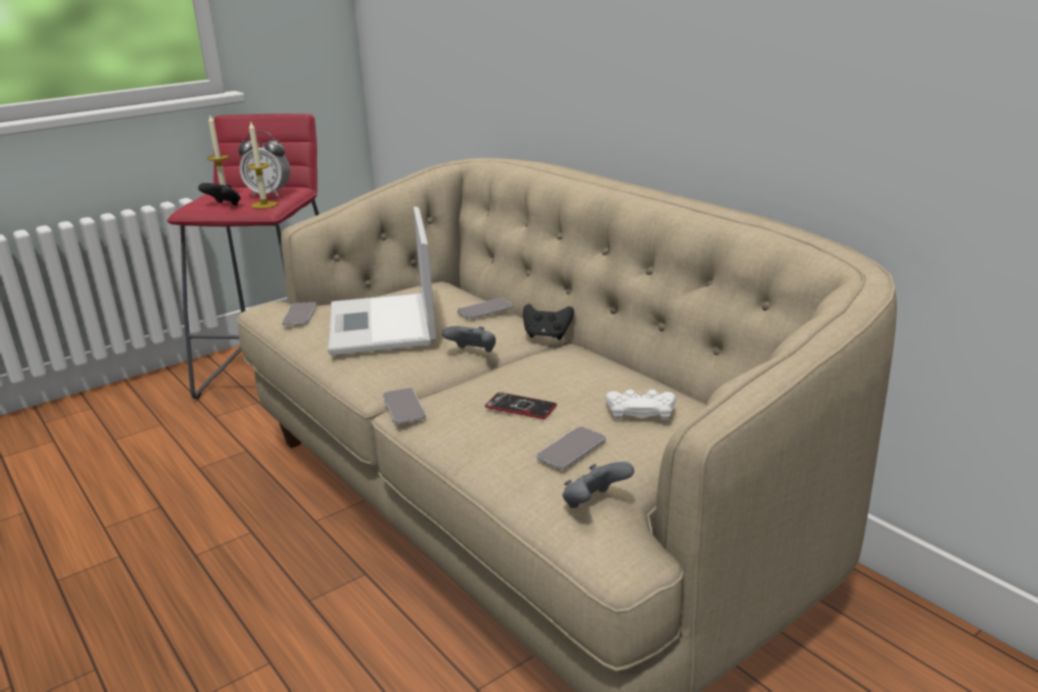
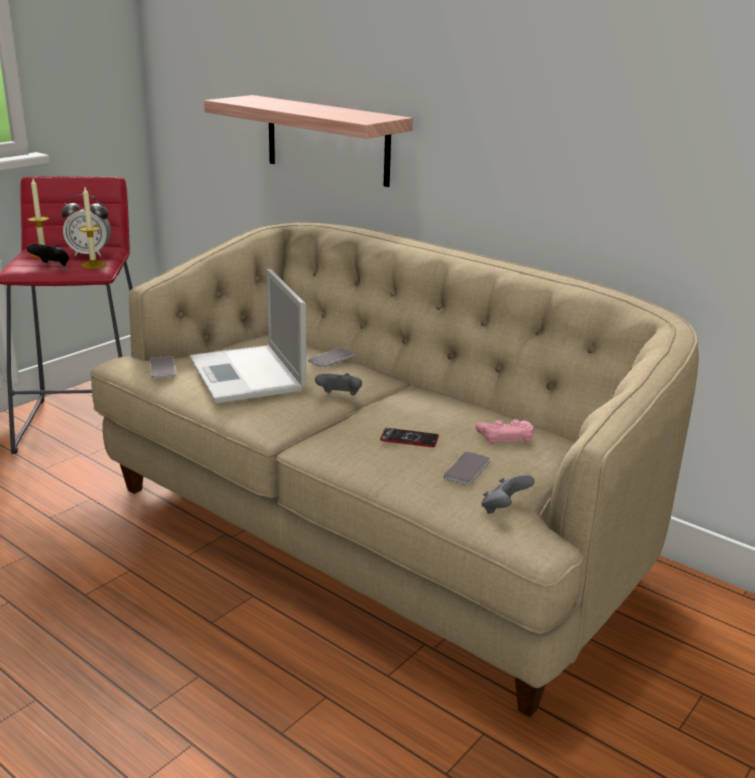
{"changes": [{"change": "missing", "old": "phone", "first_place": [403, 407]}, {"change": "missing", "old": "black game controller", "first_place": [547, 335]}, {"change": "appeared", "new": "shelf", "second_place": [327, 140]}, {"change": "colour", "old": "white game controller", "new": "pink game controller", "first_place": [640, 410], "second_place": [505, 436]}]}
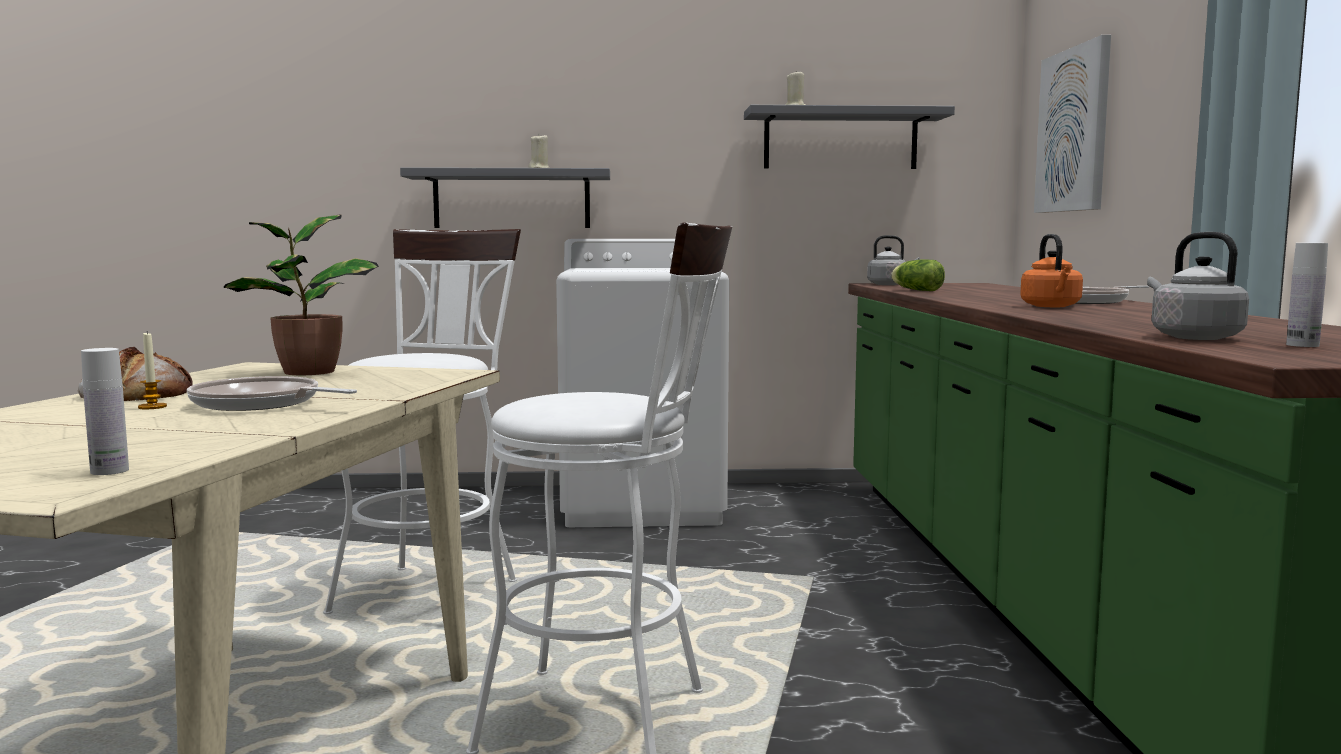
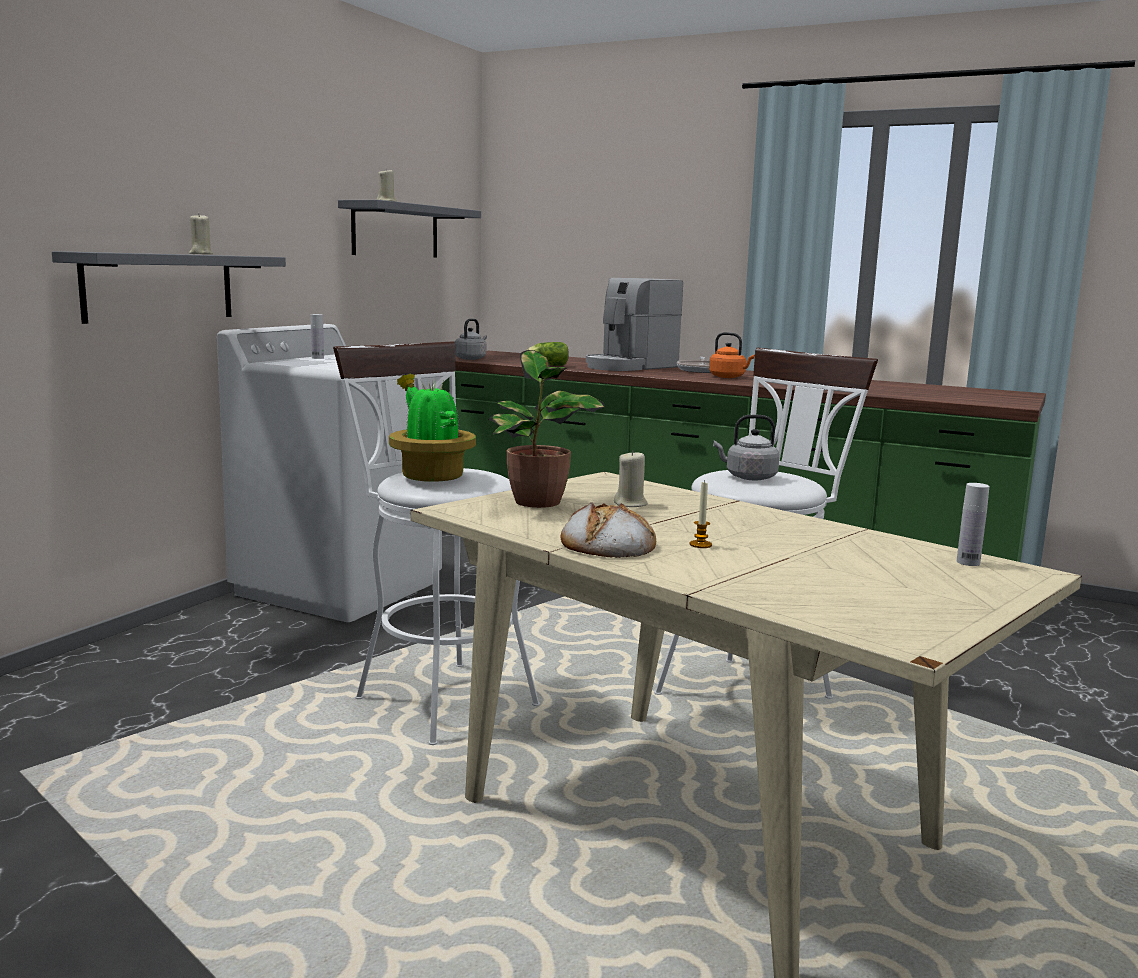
{"changes": [{"change": "missing", "old": "frying pan", "first_place": [261, 404]}, {"change": "missing", "old": "picture", "first_place": [1074, 130]}, {"change": "appeared", "new": "potted plant", "second_place": [430, 476]}, {"change": "appeared", "new": "coffee machine", "second_place": [629, 366]}, {"change": "appeared", "new": "beige candle", "second_place": [630, 504]}, {"change": "relocated", "old": "grey kettle", "first_place": [1192, 337], "second_place": [748, 477]}, {"change": "relocated", "old": "white bottle", "first_place": [1302, 345], "second_place": [317, 358]}]}
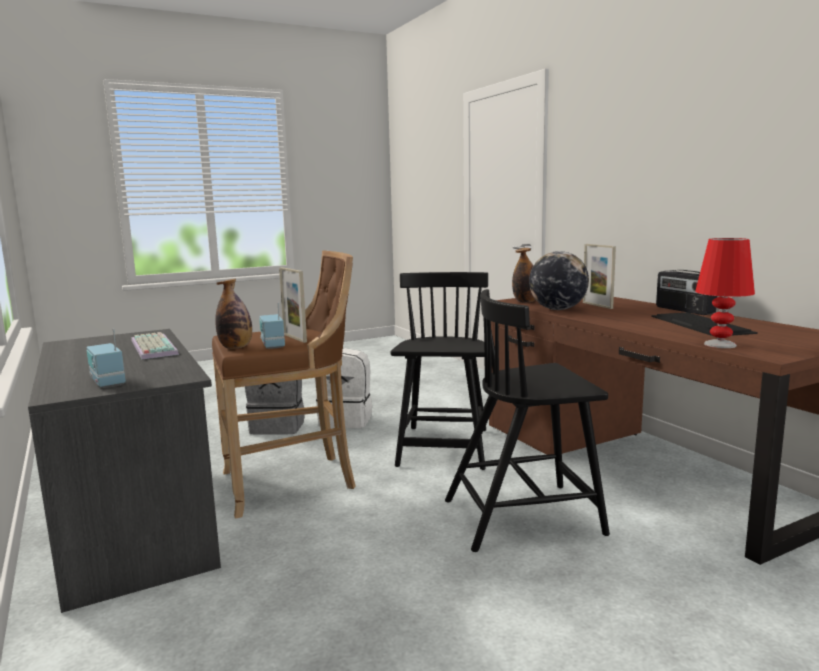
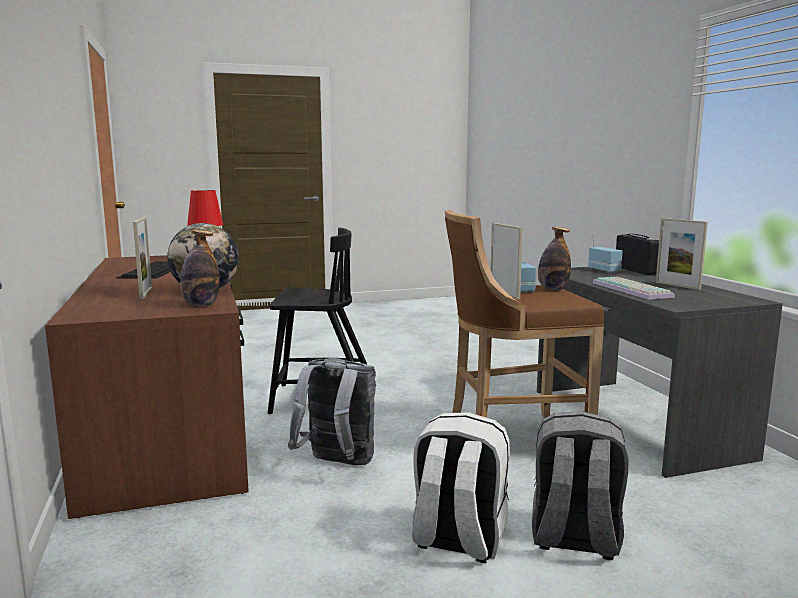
{"changes": [{"change": "appeared", "new": "picture frame", "second_place": [677, 286]}, {"change": "relocated", "old": "radio", "first_place": [684, 310], "second_place": [636, 270]}, {"change": "exchanged", "old": "black chair", "new": "grey backpack", "first_place": [444, 448], "second_place": [337, 464]}]}
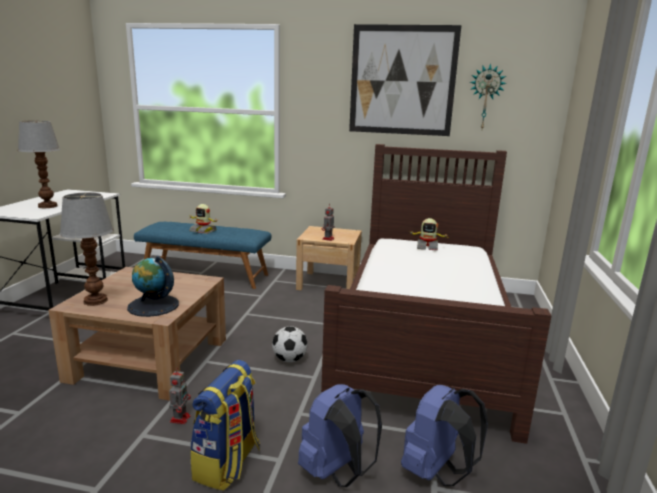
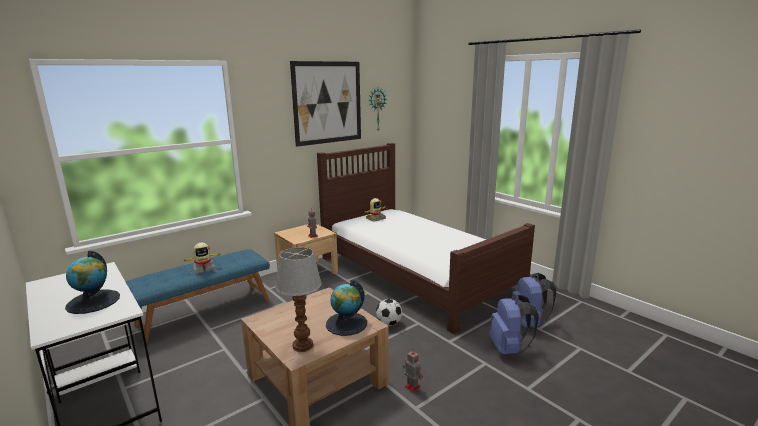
{"changes": [{"change": "missing", "old": "backpack", "first_place": [227, 464]}, {"change": "exchanged", "old": "table lamp", "new": "globe", "first_place": [47, 206], "second_place": [93, 301]}]}
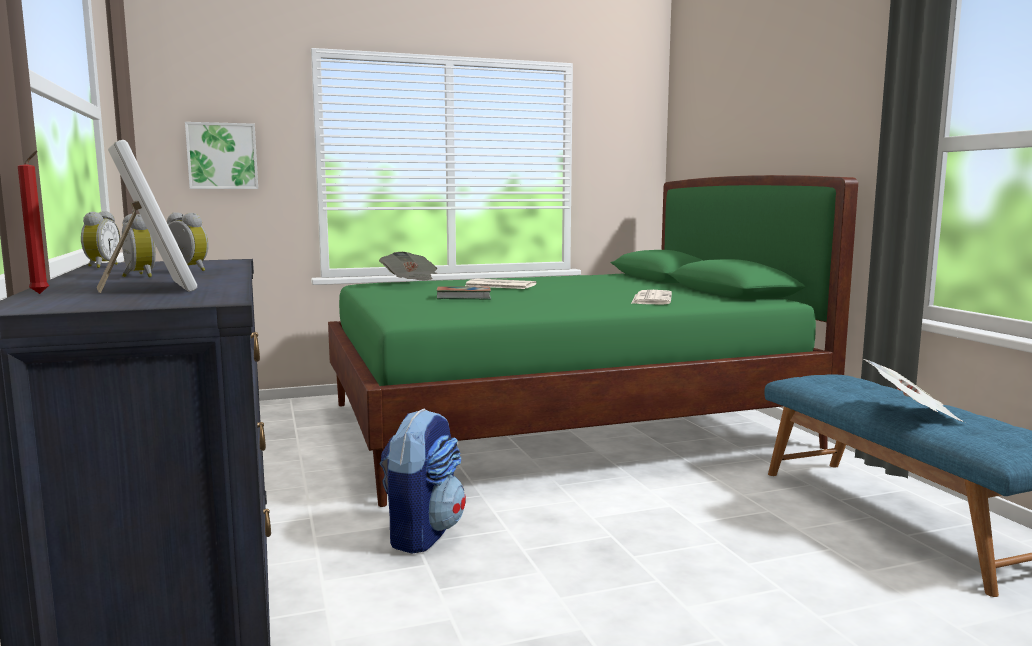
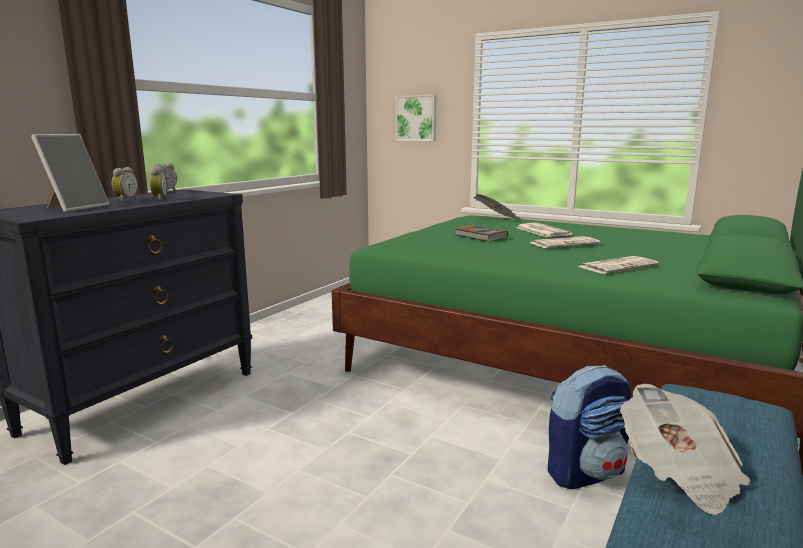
{"changes": [{"change": "missing", "old": "red candle", "first_place": [42, 294]}, {"change": "appeared", "new": "newspaper", "second_place": [564, 243]}, {"change": "relocated", "old": "backpack", "first_place": [422, 533], "second_place": [586, 472]}]}
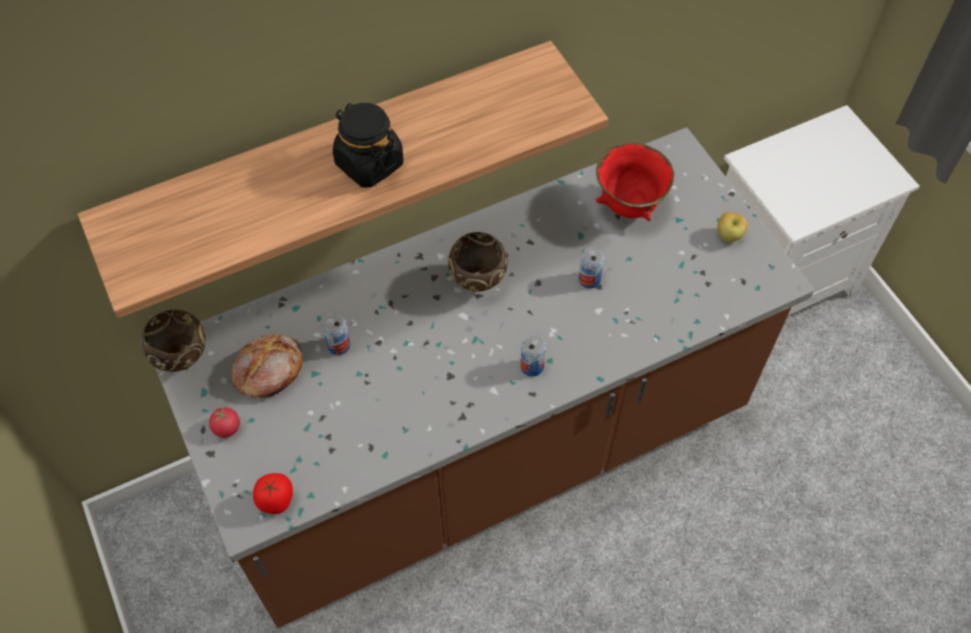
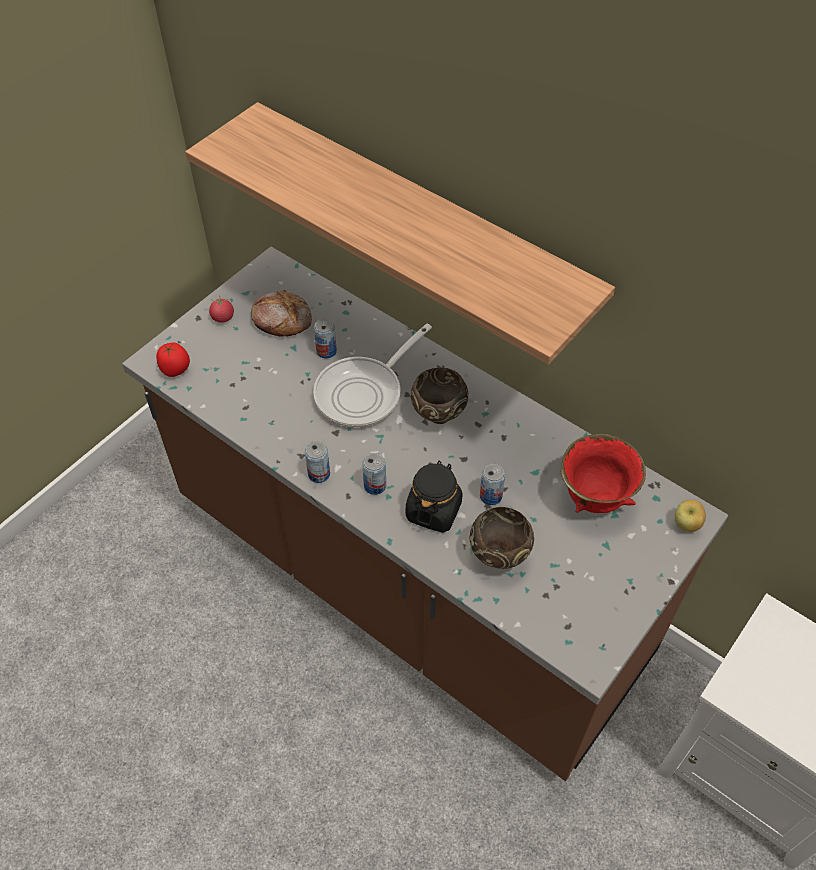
{"changes": [{"change": "appeared", "new": "can", "second_place": [319, 474]}, {"change": "appeared", "new": "frying pan", "second_place": [364, 392]}, {"change": "relocated", "old": "brown bowl", "first_place": [183, 358], "second_place": [499, 556]}, {"change": "relocated", "old": "black jar", "first_place": [369, 163], "second_place": [433, 510]}, {"change": "relocated", "old": "apple", "first_place": [729, 236], "second_place": [686, 525]}]}
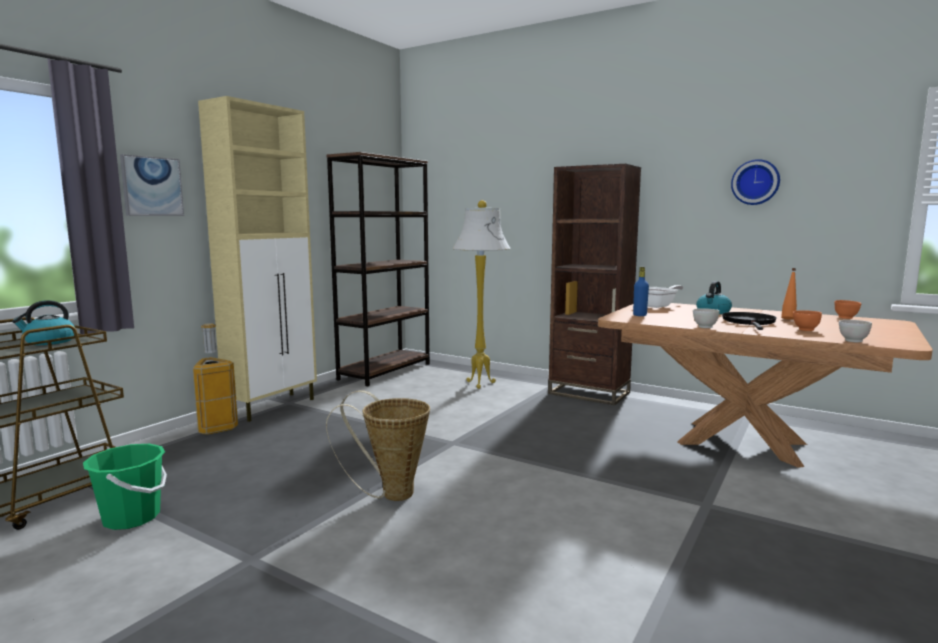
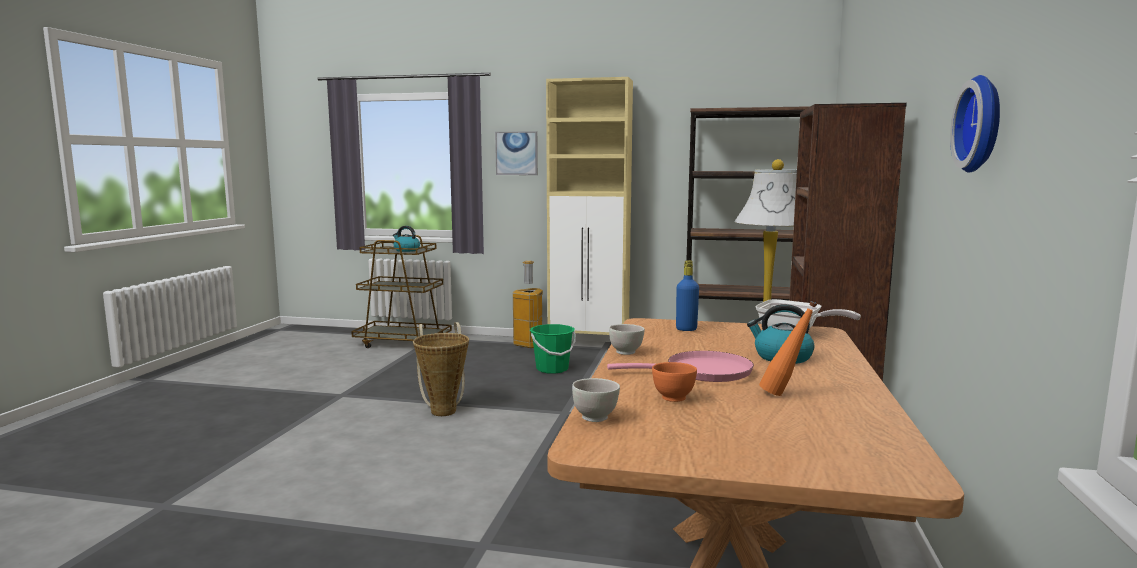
{"changes": [{"change": "missing", "old": "orange bowl", "first_place": [846, 318]}, {"change": "relocated", "old": "green bucket", "first_place": [131, 517], "second_place": [552, 369]}, {"change": "colour", "old": "black frying pan", "new": "pink frying pan", "first_place": [749, 322], "second_place": [703, 372]}]}
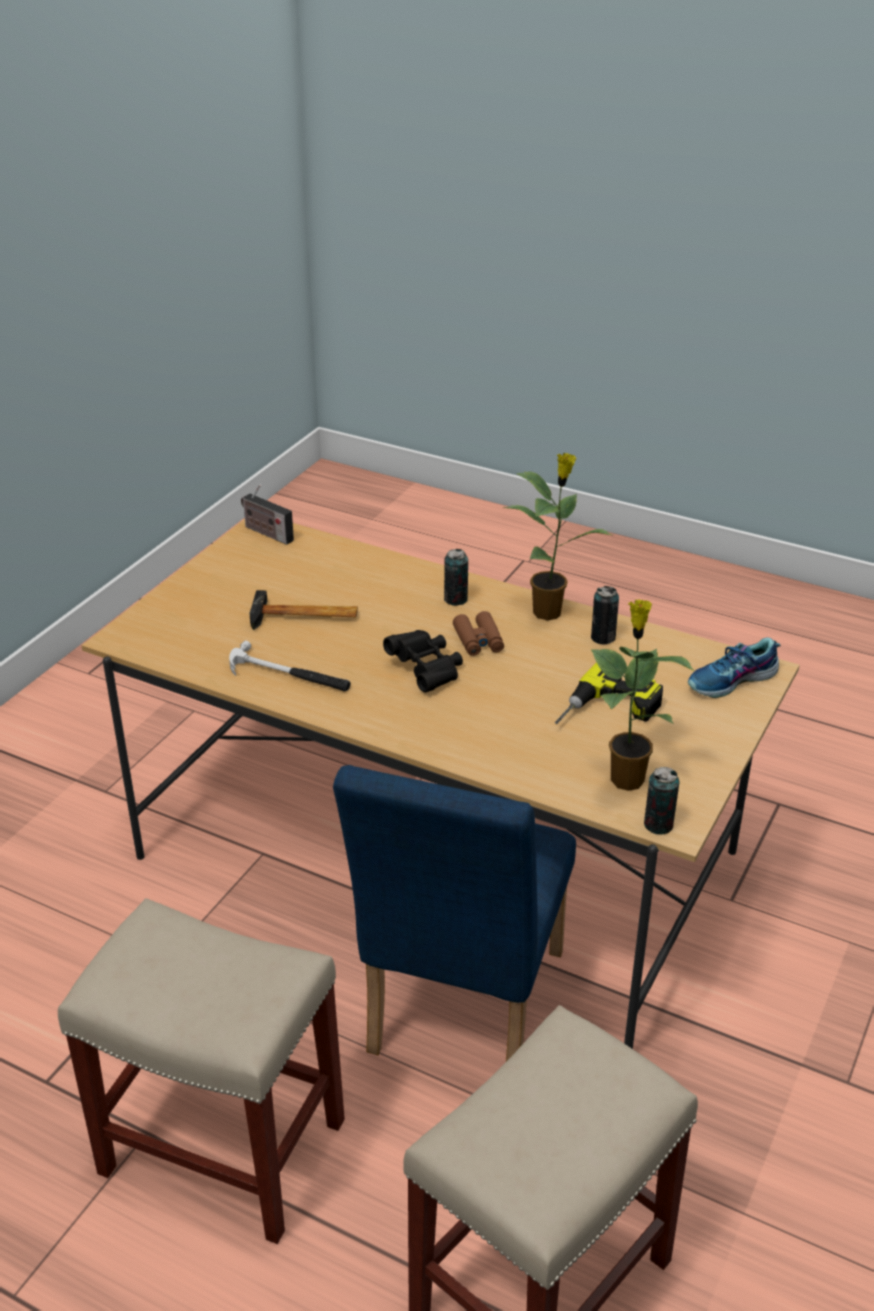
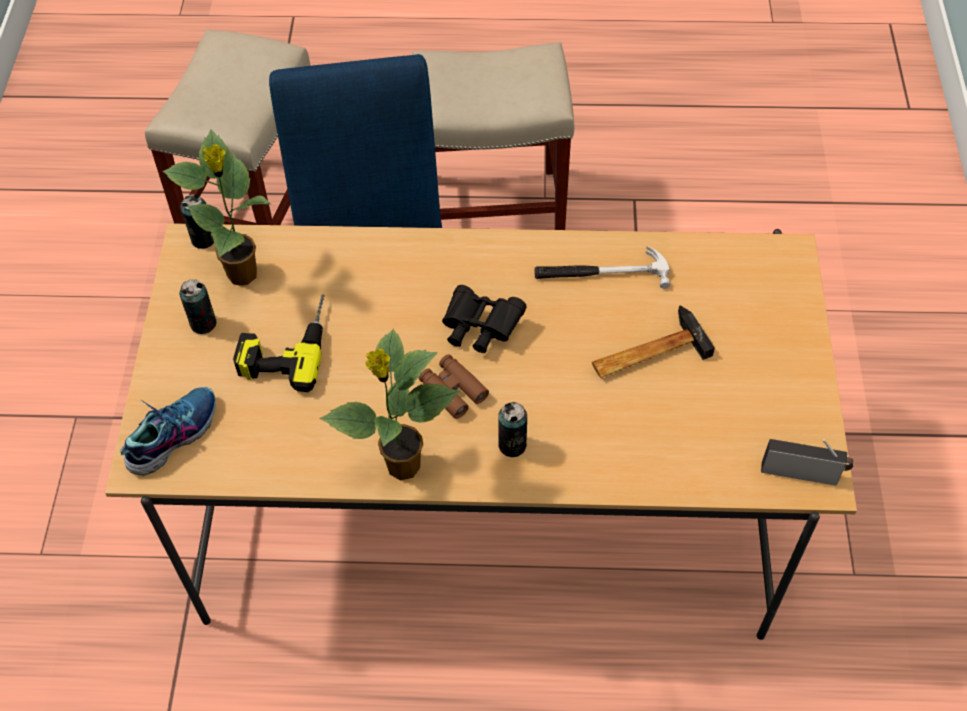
{"changes": [{"change": "relocated", "old": "can", "first_place": [603, 637], "second_place": [203, 324]}]}
